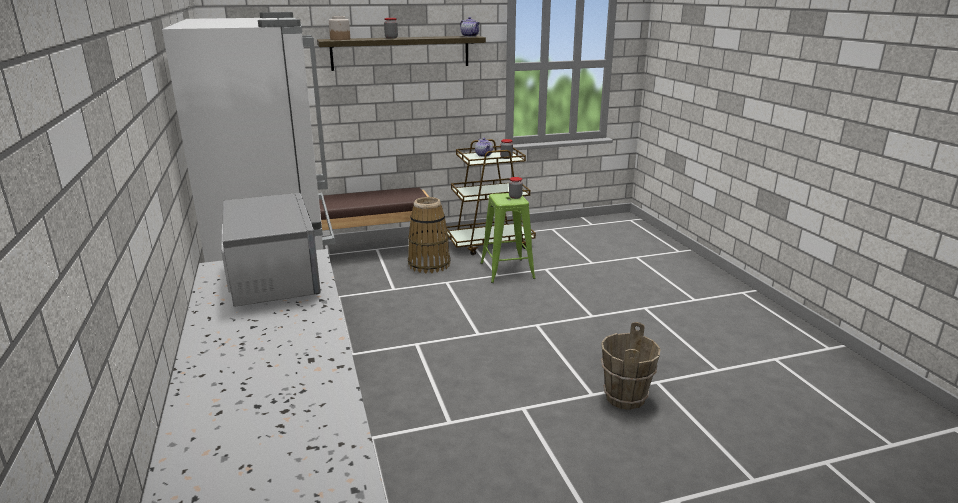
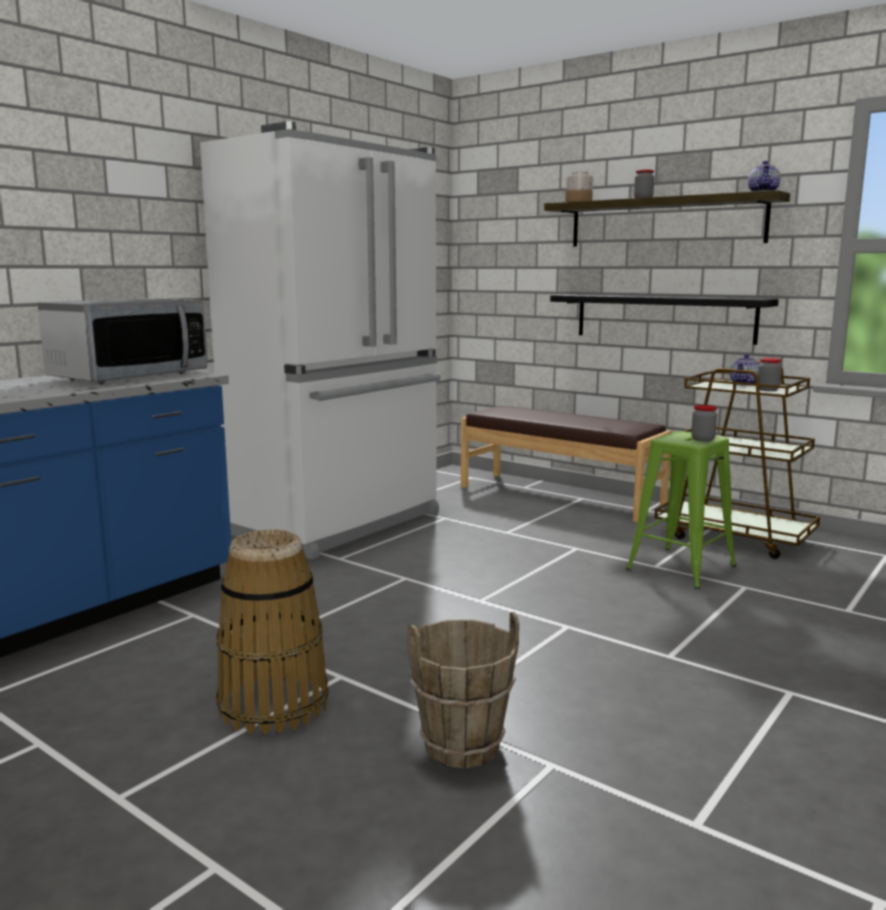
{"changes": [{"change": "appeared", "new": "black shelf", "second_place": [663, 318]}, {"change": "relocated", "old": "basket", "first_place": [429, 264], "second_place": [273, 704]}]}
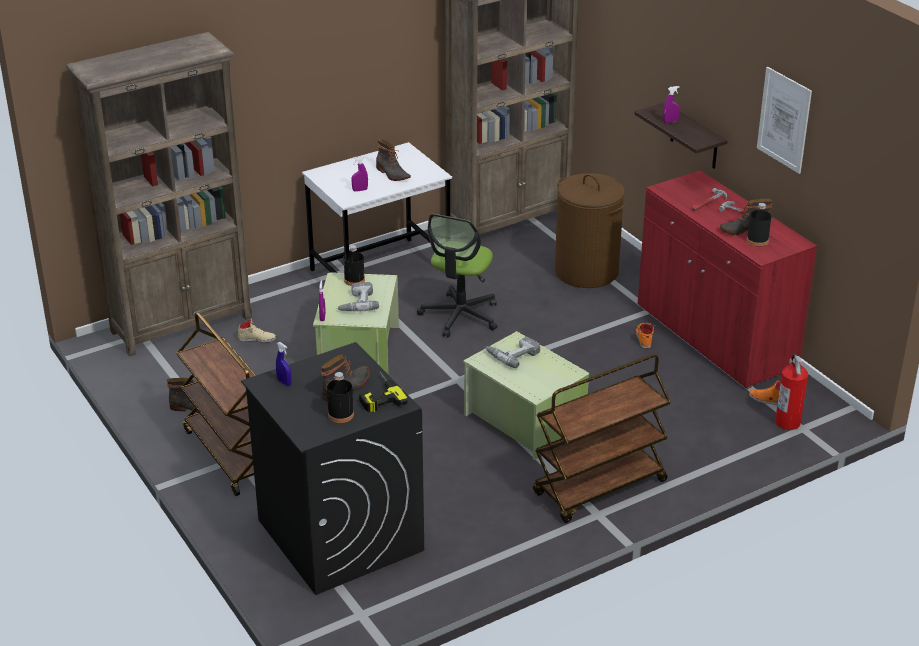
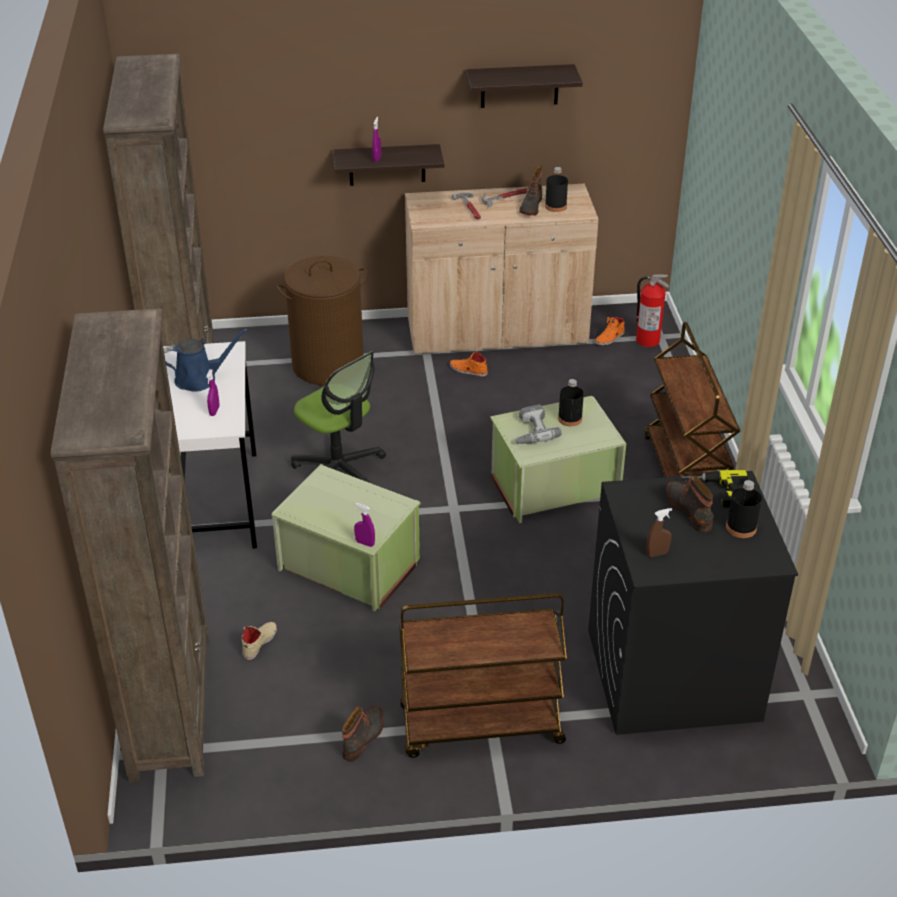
{"changes": [{"change": "missing", "old": "power drill", "first_place": [356, 303]}, {"change": "relocated", "old": "black bottle", "first_place": [354, 280], "second_place": [570, 418]}, {"change": "exchanged", "old": "boot", "new": "blue watering can", "first_place": [392, 174], "second_place": [200, 379]}, {"change": "exchanged", "old": "picture", "new": "shelf", "first_place": [784, 120], "second_place": [519, 86]}, {"change": "colour", "old": "blue spray bottle", "new": "brown spray bottle", "first_place": [284, 382], "second_place": [657, 554]}, {"change": "colour", "old": "red cabinet", "new": "beige cabinet", "first_place": [715, 337], "second_place": [497, 331]}]}
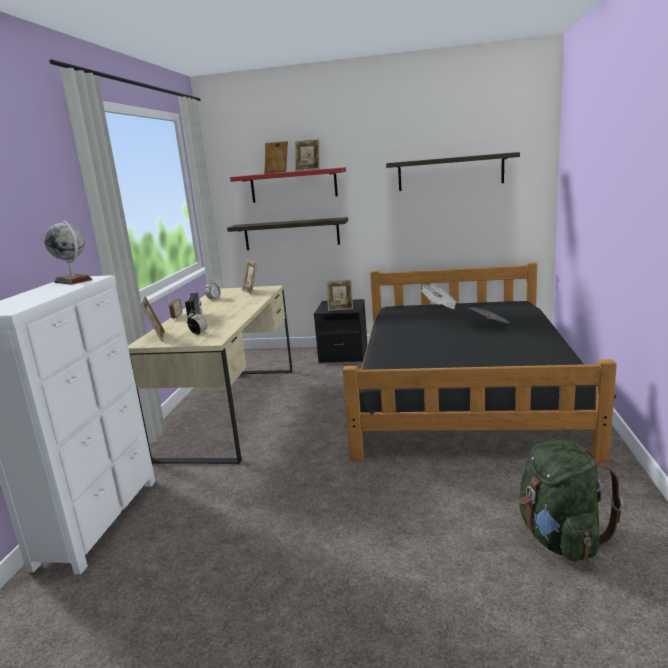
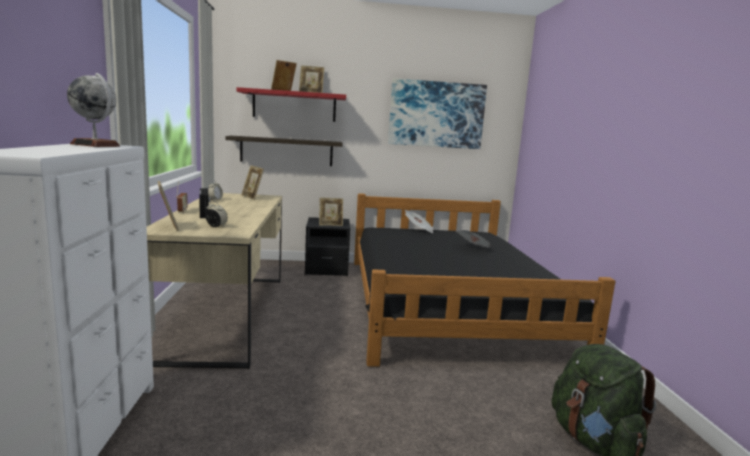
{"changes": [{"change": "exchanged", "old": "shelf", "new": "picture", "first_place": [450, 172], "second_place": [436, 114]}]}
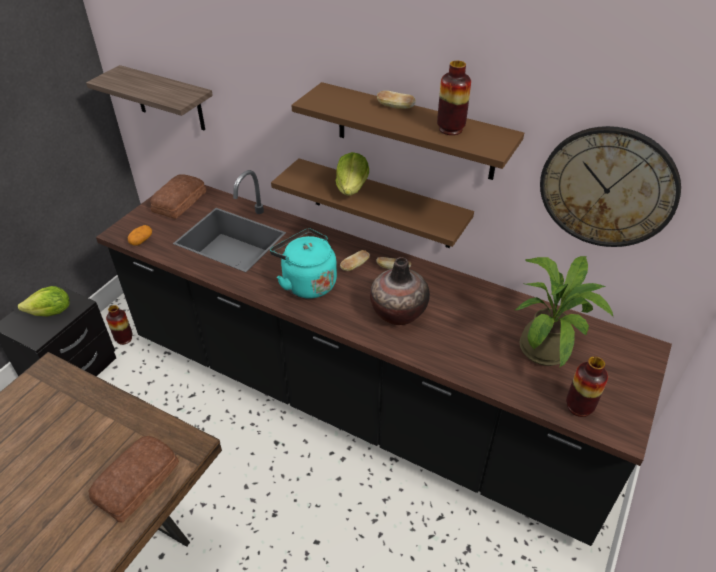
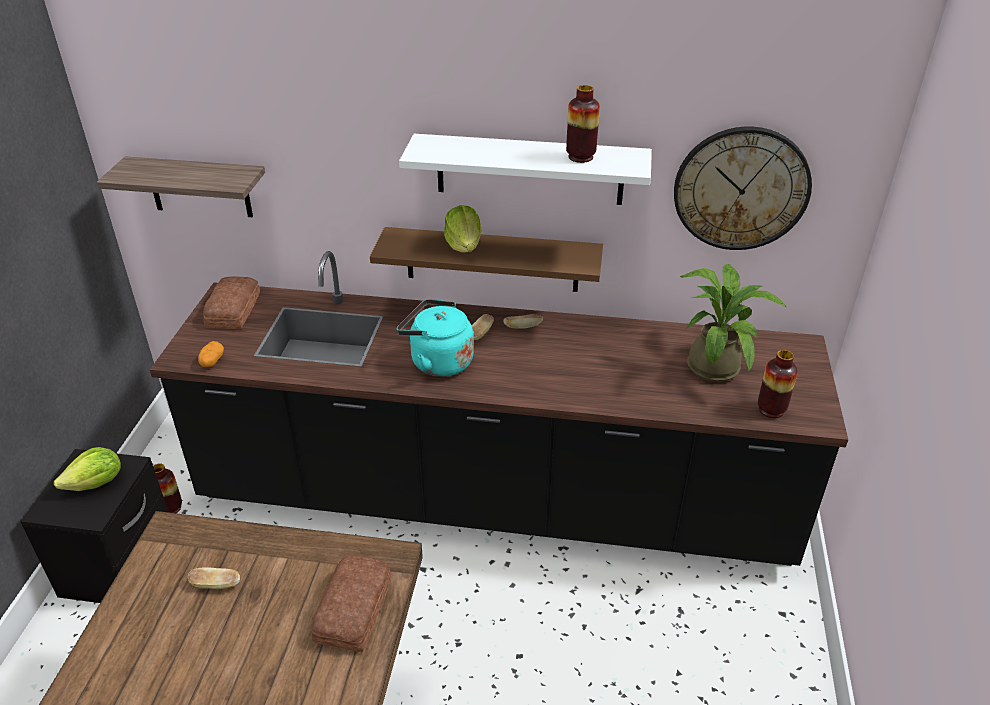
{"changes": [{"change": "missing", "old": "vase", "first_place": [398, 312]}, {"change": "relocated", "old": "bread", "first_place": [395, 107], "second_place": [216, 585]}, {"change": "colour", "old": "brown shelf", "new": "white shelf", "first_place": [415, 131], "second_place": [529, 169]}]}
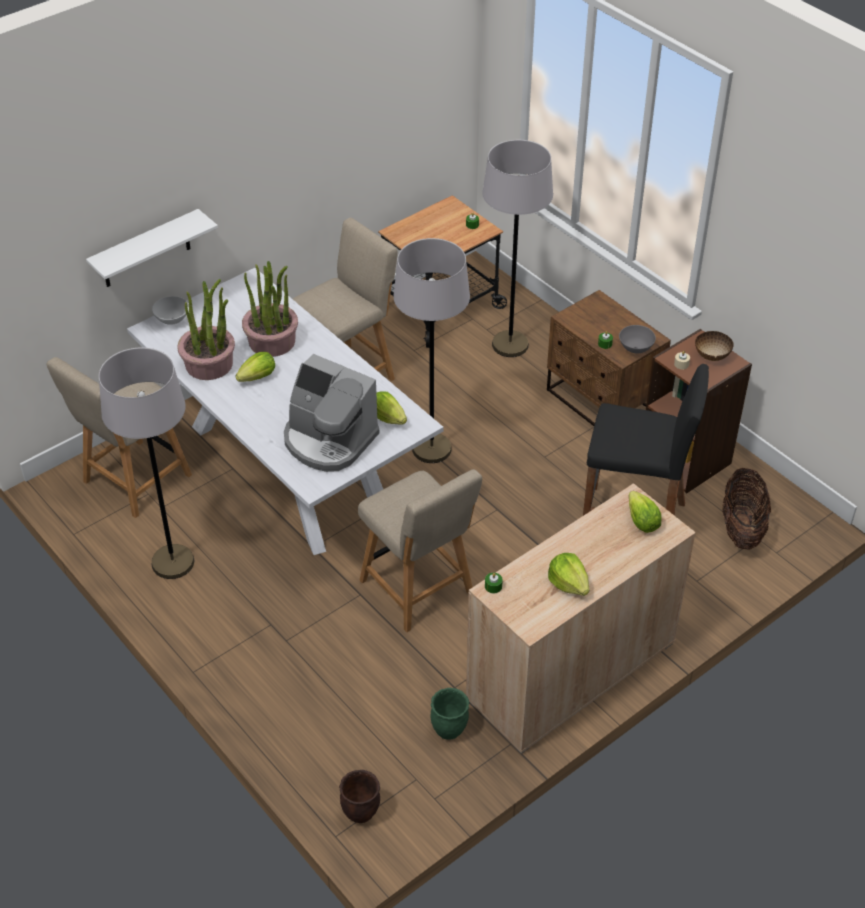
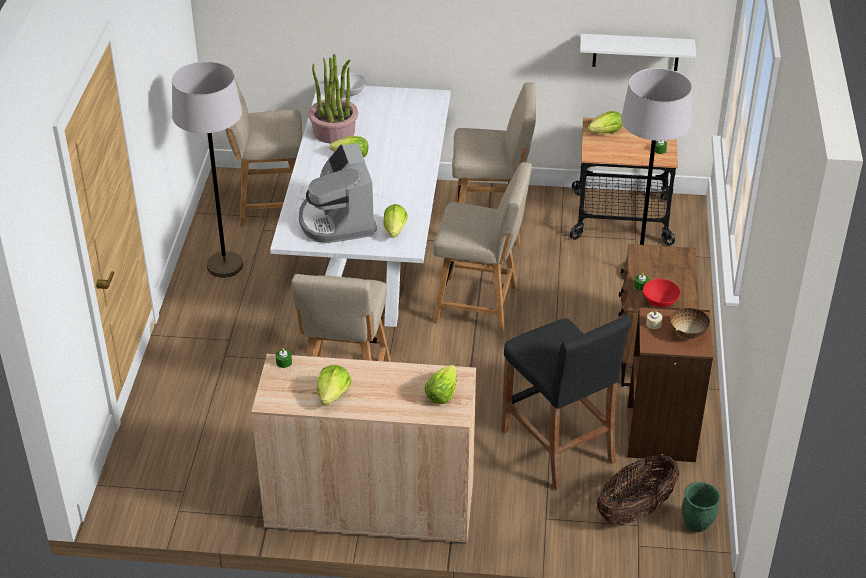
{"changes": [{"change": "missing", "old": "potted plant", "first_place": [272, 342]}, {"change": "missing", "old": "brown planter", "first_place": [360, 814]}, {"change": "appeared", "new": "lettuce", "second_place": [606, 132]}, {"change": "relocated", "old": "white shelf", "first_place": [145, 250], "second_place": [636, 52]}, {"change": "relocated", "old": "green planter", "first_place": [449, 731], "second_place": [696, 525]}, {"change": "exchanged", "old": "grey floor lamp", "new": "beige chair", "first_place": [431, 449], "second_place": [480, 305]}, {"change": "colour", "old": "grey bowl", "new": "red bowl", "first_place": [636, 349], "second_place": [660, 303]}]}
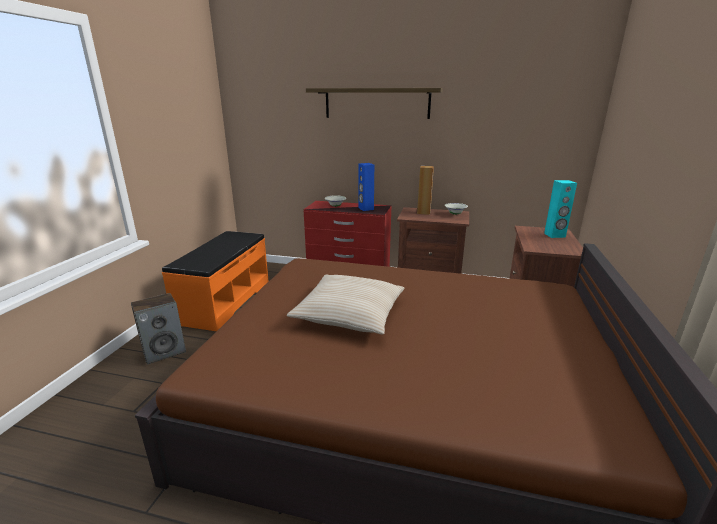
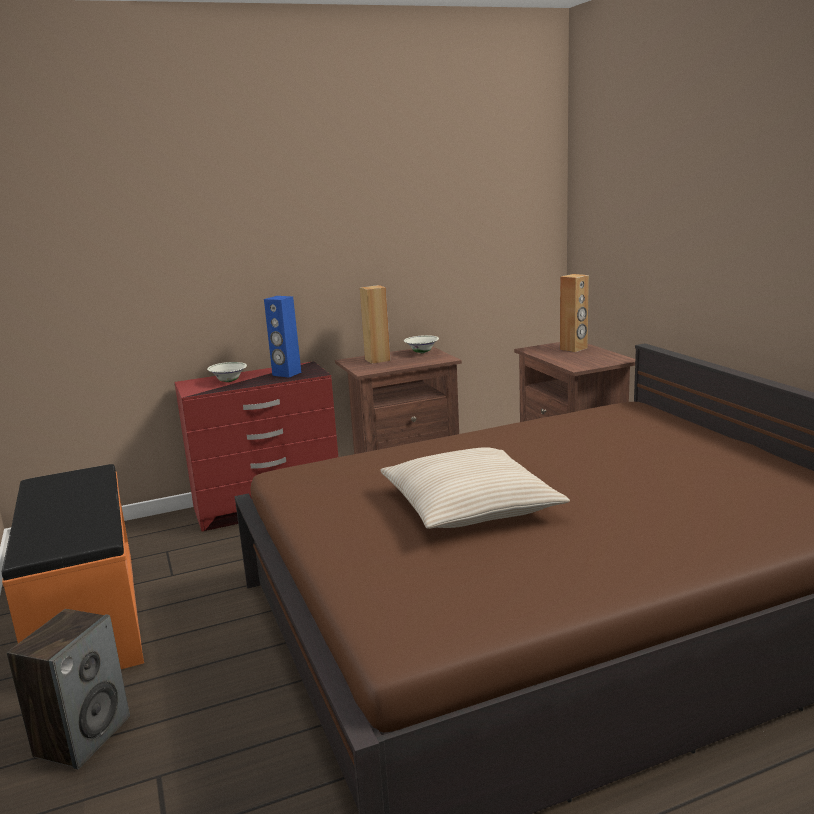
{"changes": [{"change": "missing", "old": "shelf", "first_place": [377, 103]}, {"change": "colour", "old": "turquoise speaker", "new": "brown speaker", "first_place": [554, 235], "second_place": [573, 349]}]}
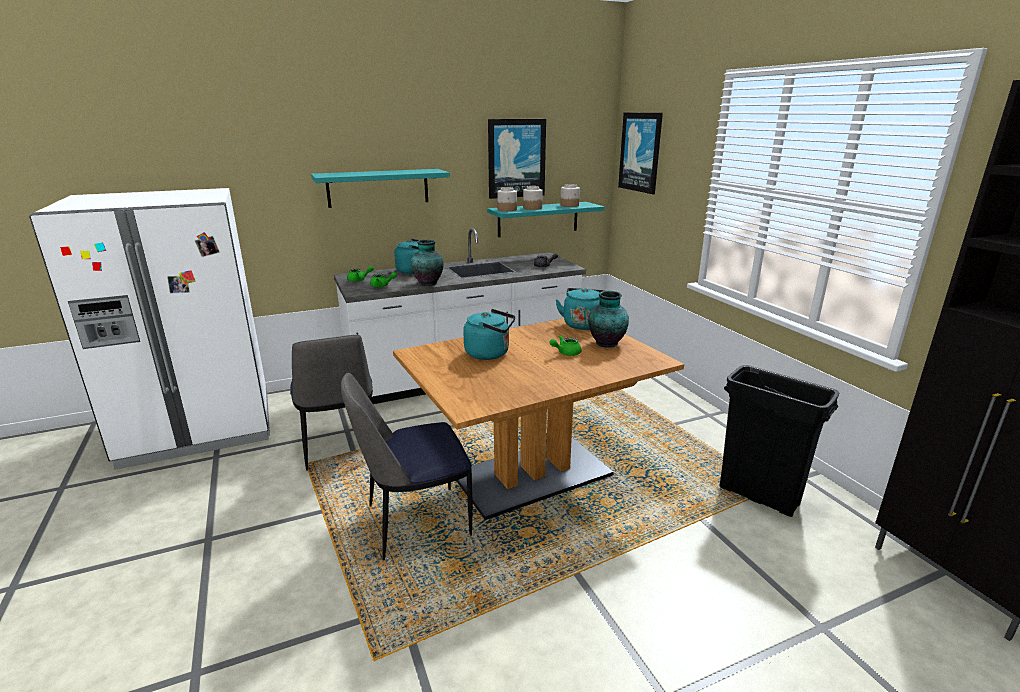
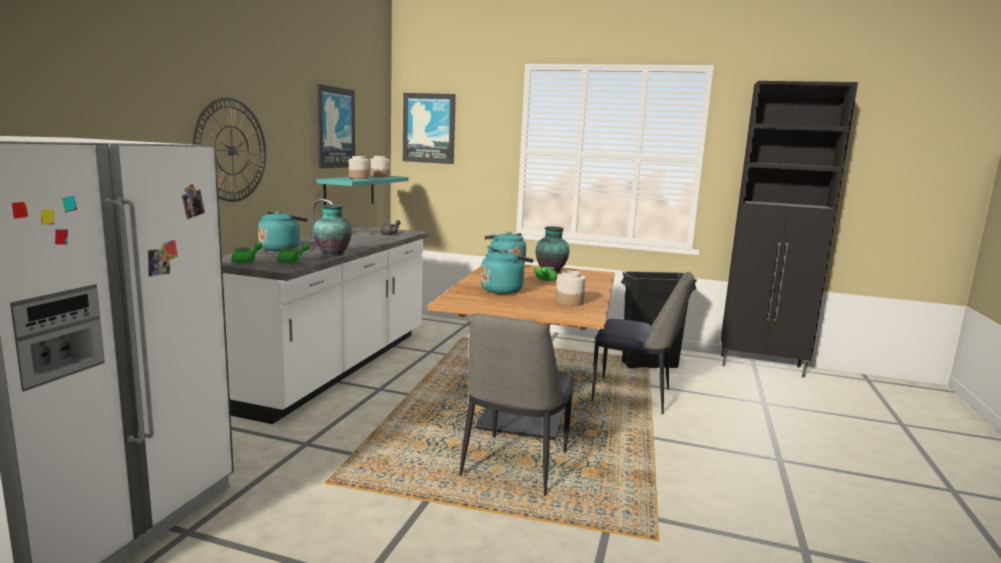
{"changes": [{"change": "relocated", "old": "chair", "first_place": [340, 446], "second_place": [634, 396]}, {"change": "relocated", "old": "jar", "first_place": [507, 209], "second_place": [569, 302]}, {"change": "exchanged", "old": "turquoise shelf", "new": "wall clock", "first_place": [378, 188], "second_place": [231, 150]}]}
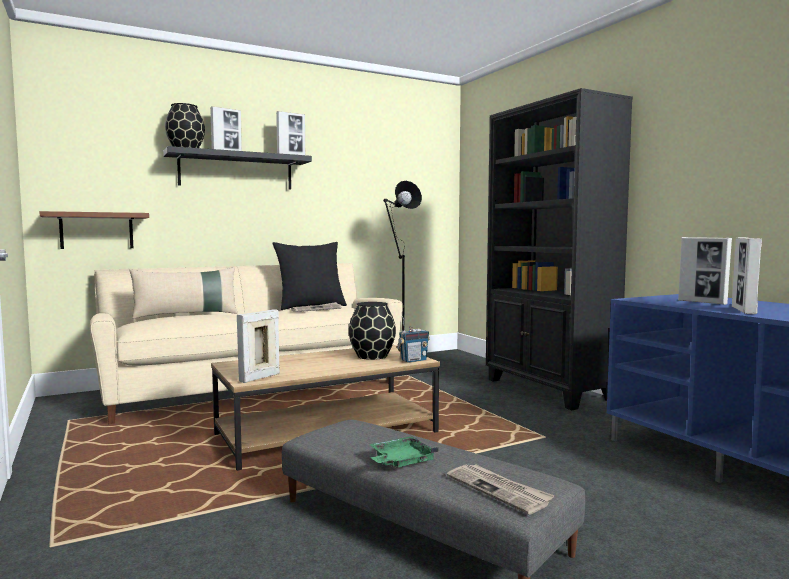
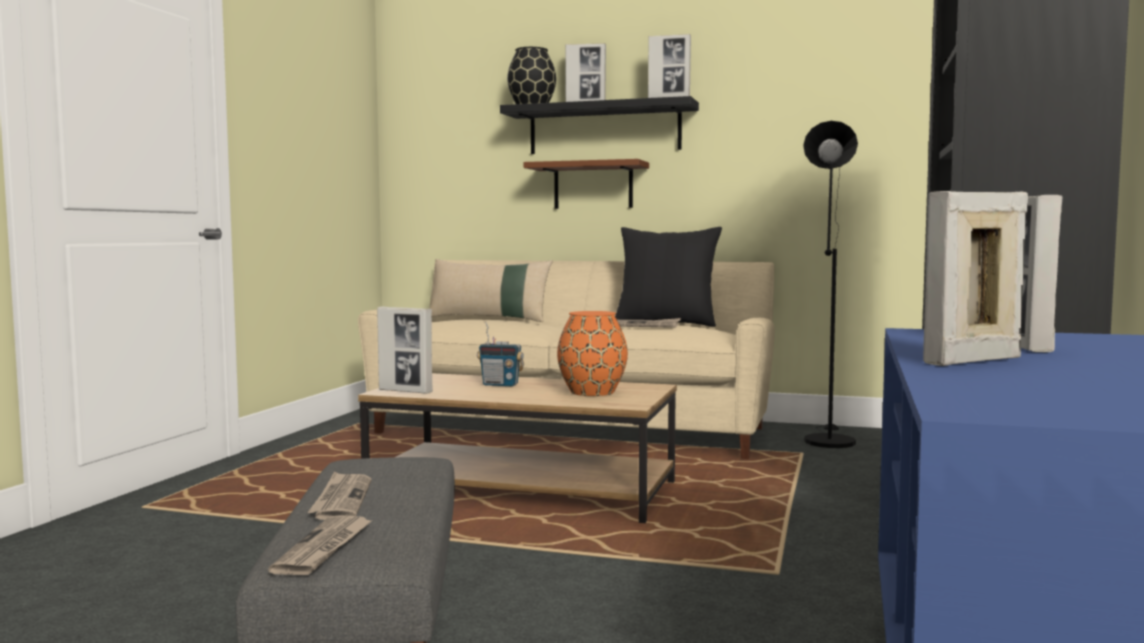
{"changes": [{"change": "relocated", "old": "brown shelf", "first_place": [97, 231], "second_place": [593, 186]}, {"change": "relocated", "old": "radio", "first_place": [413, 360], "second_place": [500, 385]}, {"change": "exchanged", "old": "green tray", "new": "newspaper", "first_place": [401, 461], "second_place": [341, 500]}, {"change": "colour", "old": "black vase", "new": "orange vase", "first_place": [372, 356], "second_place": [592, 392]}, {"change": "spun", "old": "picture frame", "first_place": [259, 378], "second_place": [405, 391], "degrees": -150}]}
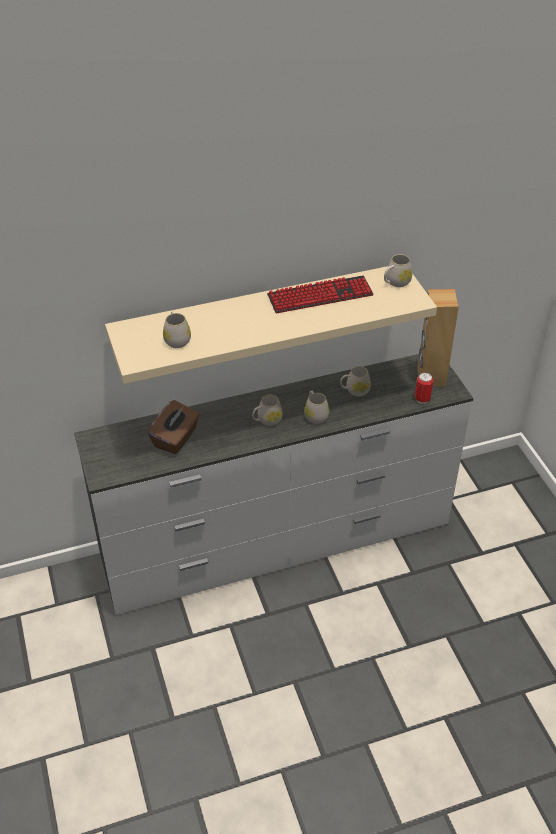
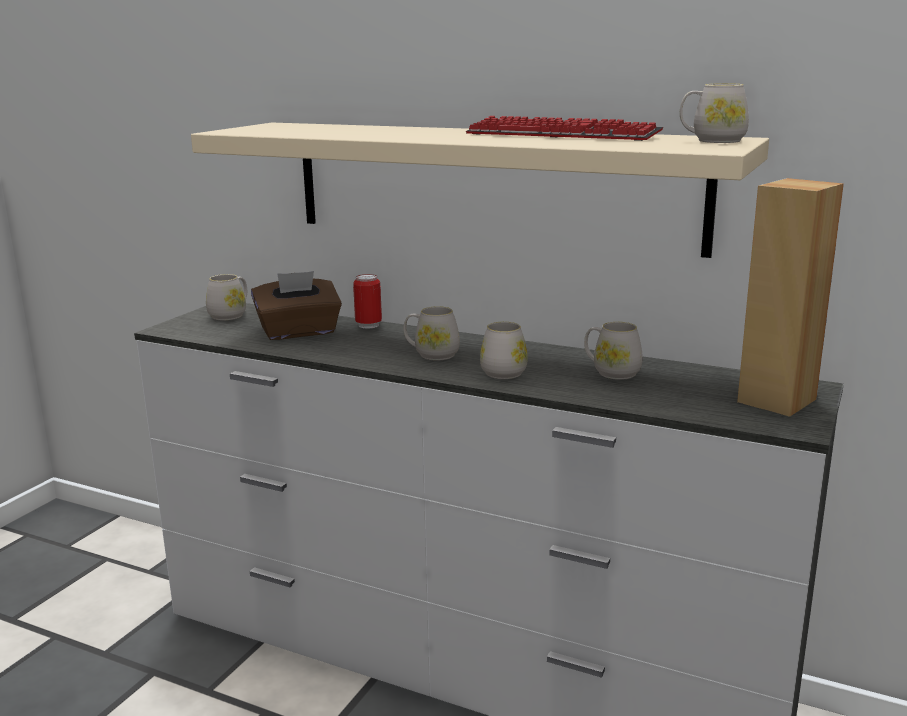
{"changes": [{"change": "relocated", "old": "white mug", "first_place": [176, 339], "second_place": [231, 315]}, {"change": "relocated", "old": "can", "first_place": [422, 399], "second_place": [368, 325]}]}
